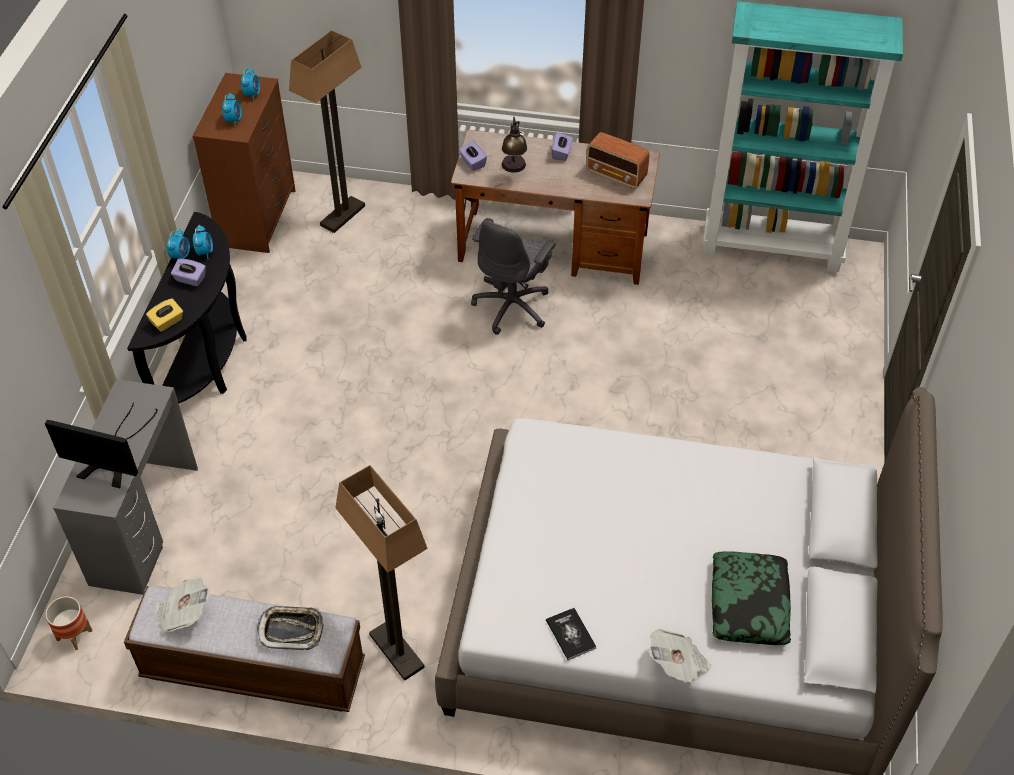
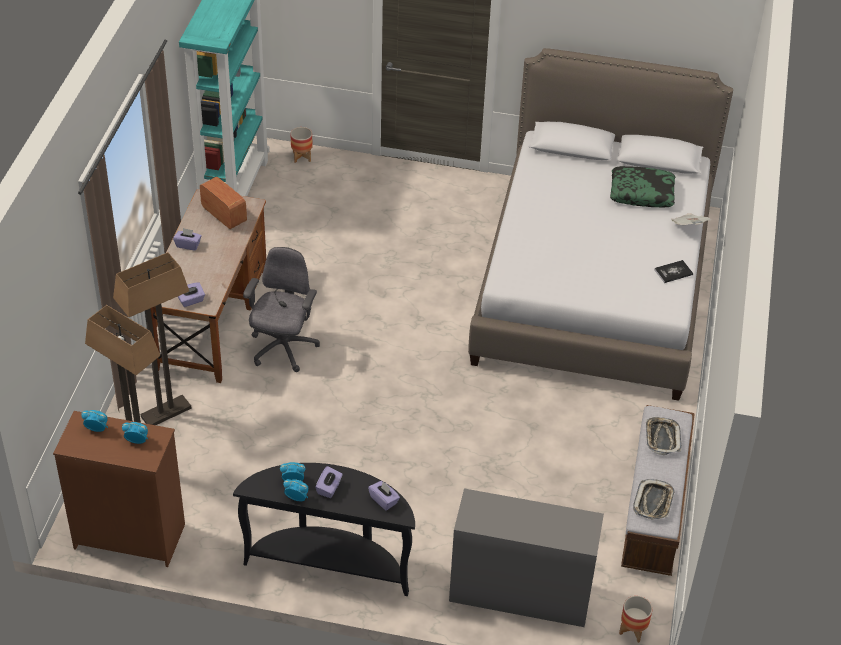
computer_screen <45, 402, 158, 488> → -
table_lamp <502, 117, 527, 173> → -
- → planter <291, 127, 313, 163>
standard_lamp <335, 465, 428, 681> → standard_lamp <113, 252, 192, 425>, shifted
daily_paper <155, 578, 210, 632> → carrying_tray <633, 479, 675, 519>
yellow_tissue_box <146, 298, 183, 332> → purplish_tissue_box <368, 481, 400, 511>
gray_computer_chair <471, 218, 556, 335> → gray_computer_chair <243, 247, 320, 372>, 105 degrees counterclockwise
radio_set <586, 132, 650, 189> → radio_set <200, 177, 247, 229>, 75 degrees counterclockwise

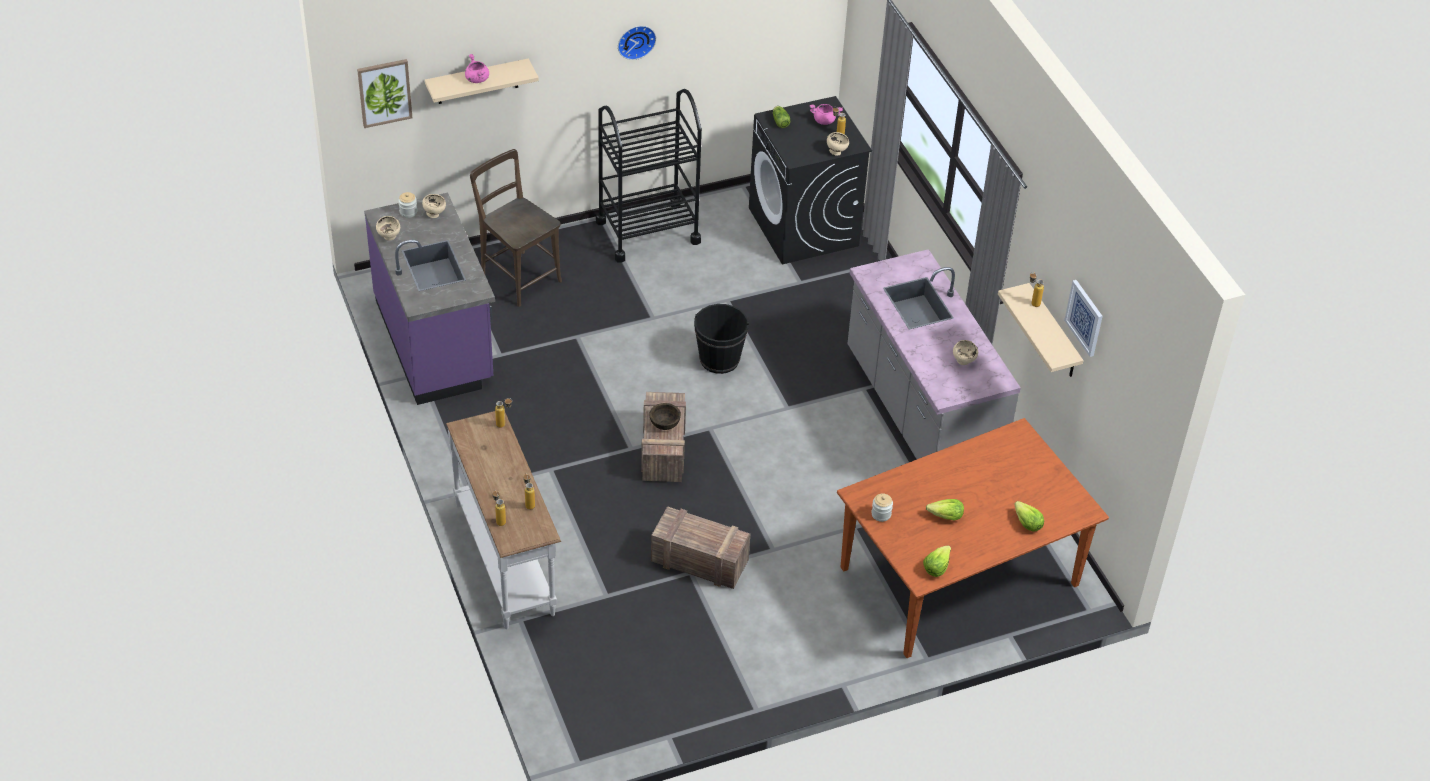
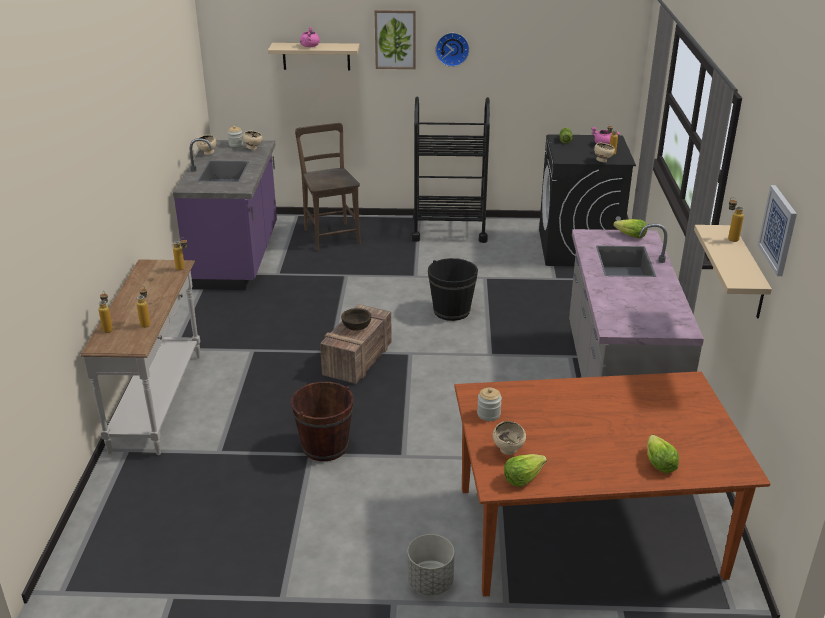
- → gray_planter <407, 534, 454, 595>
wall_picture <357, 59, 412, 128> → wall_picture <375, 10, 416, 69>, shifted
lettuce_head <926, 499, 964, 521> → lettuce_head <613, 219, 648, 238>, shifted
beige_serving_bowl <953, 340, 978, 365> → beige_serving_bowl <493, 421, 526, 455>, shifted
crate <651, 506, 750, 589> → brown_water_bucket <291, 382, 354, 461>

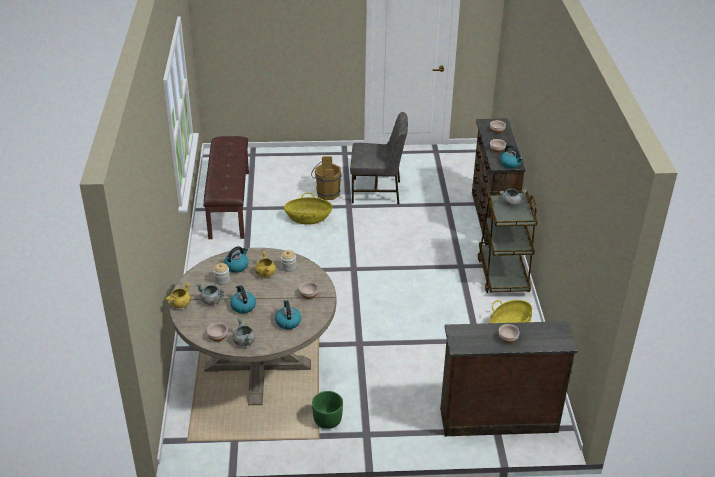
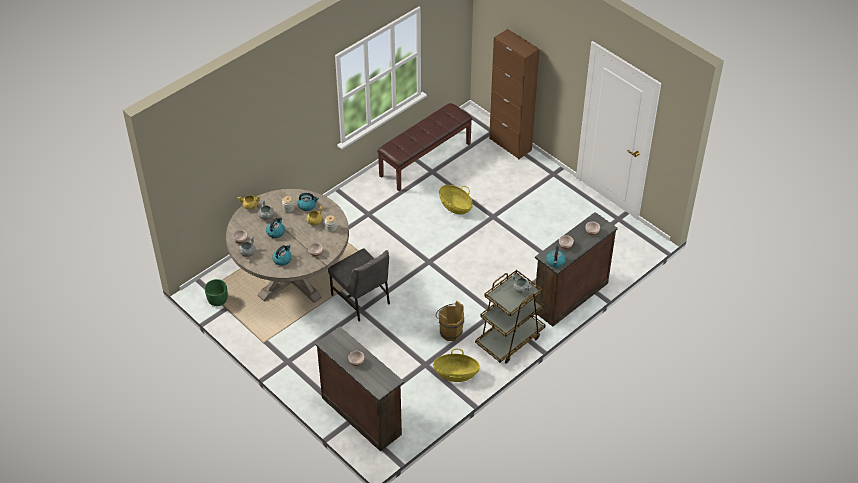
- → brown_storage_cabinet <489, 29, 540, 159>
brown_water_bucket <311, 156, 342, 200> → brown_water_bucket <436, 301, 464, 341>, shifted
green-coloured_planter <312, 391, 343, 429> → green-coloured_planter <205, 279, 228, 306>, shifted
gray_chair <350, 112, 408, 204> → gray_chair <328, 248, 390, 322>, shifted

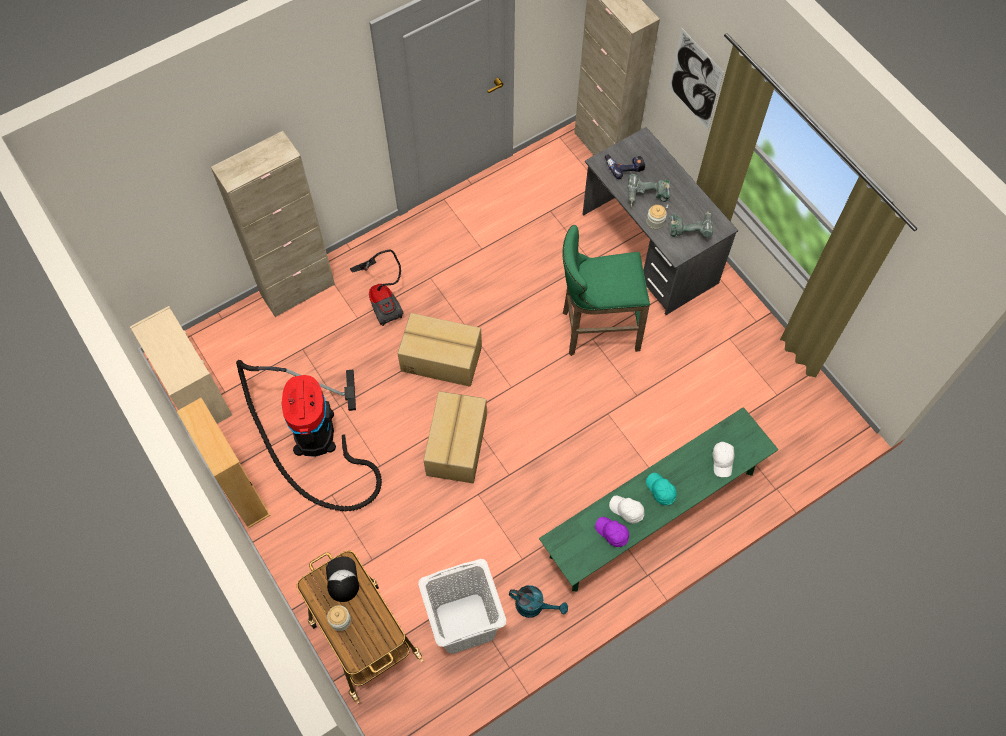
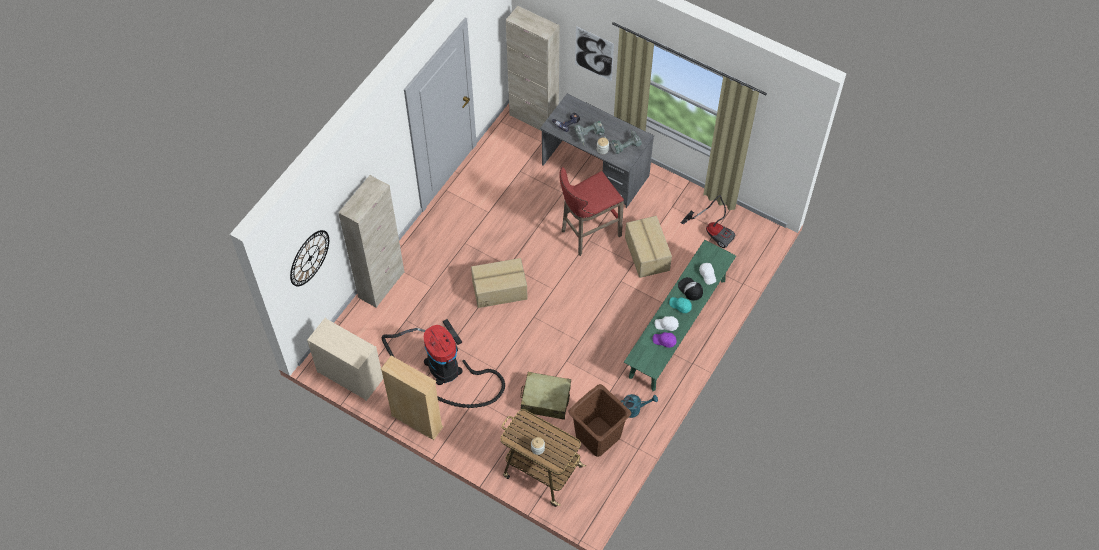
- → clock_on_the_wall <290, 230, 329, 286>
- → beige_piece_of_luggage <521, 372, 571, 420>
peaked_cap <326, 557, 359, 602> → peaked_cap <678, 277, 703, 301>, shifted
vacuum_cleaner <350, 250, 404, 326> → vacuum_cleaner <681, 195, 736, 249>, shifted
cardboard_box <423, 391, 487, 483> → cardboard_box <625, 216, 672, 278>, shifted
white_laundry_basket <418, 559, 506, 654> → brown_laundry_basket <568, 384, 631, 457>
green-coloured_sitting_stool <562, 225, 650, 356> → red_sitting_stool <559, 167, 624, 256>

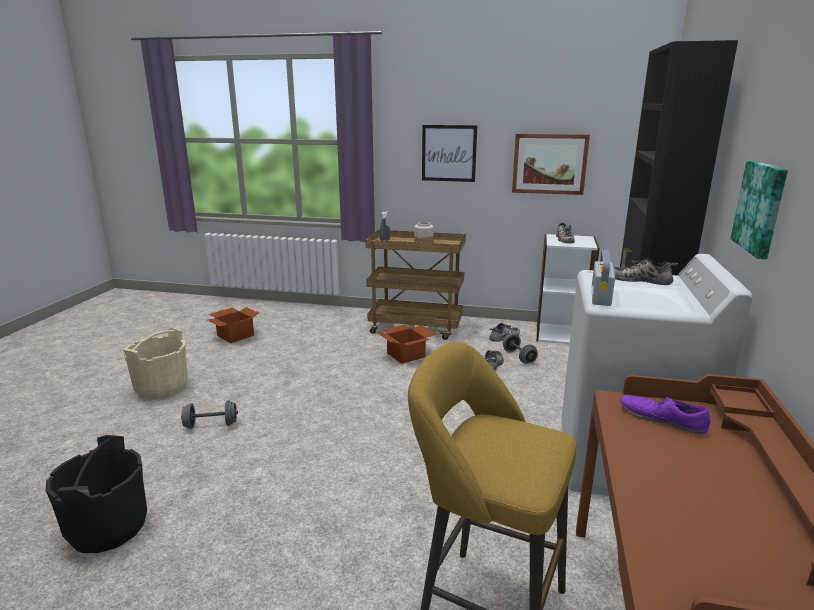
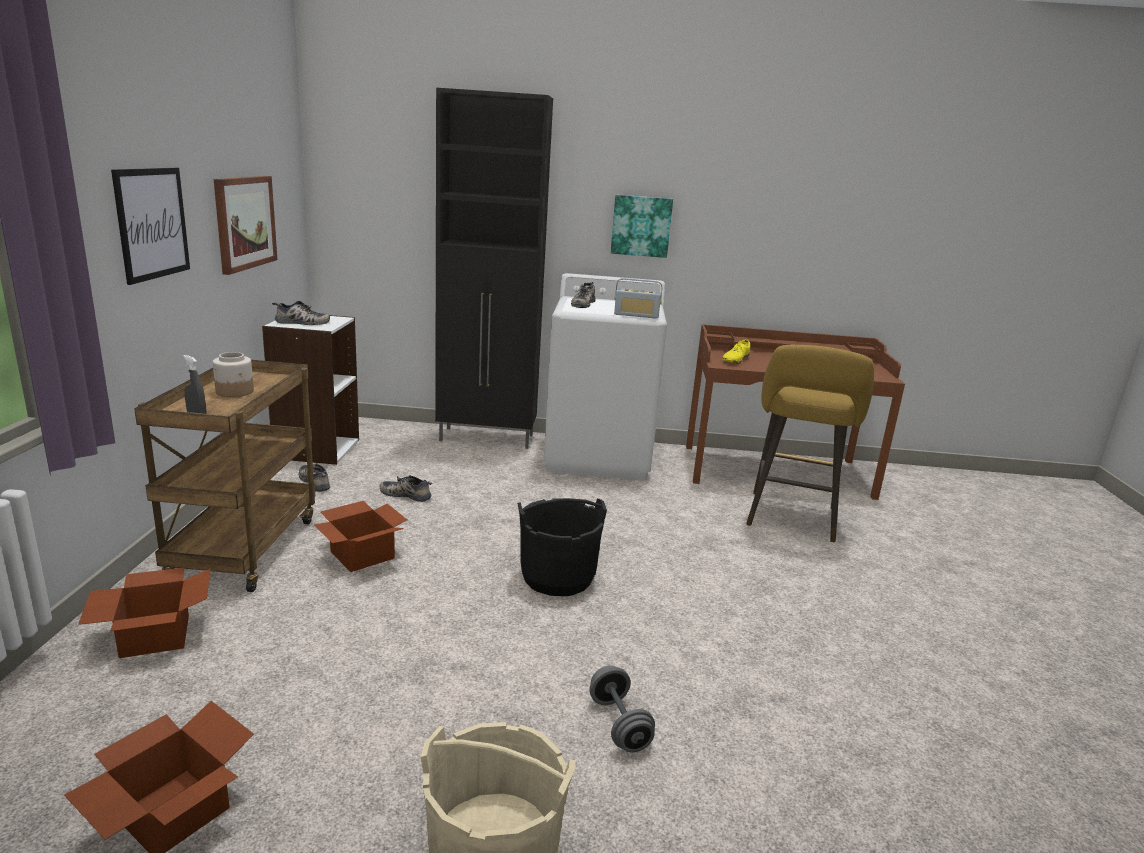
gray_hand_weight <503, 334, 538, 364> → -
- → cardboard_box <78, 567, 211, 658>
blackish_water_bucket <46, 435, 147, 553> → blackish_water_bucket <517, 498, 607, 596>, shifted
purplish_low_shoe <620, 395, 710, 434> → yellow_low_shoe <722, 339, 750, 364>

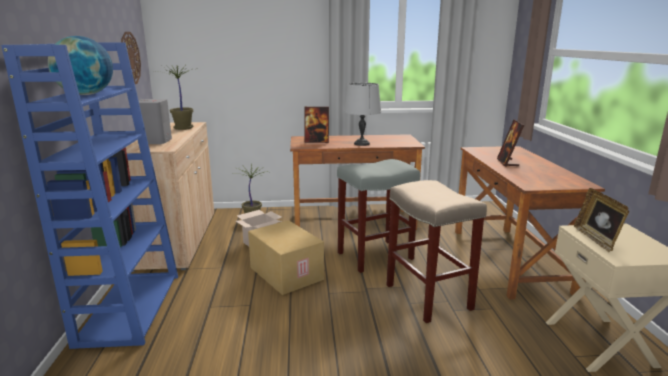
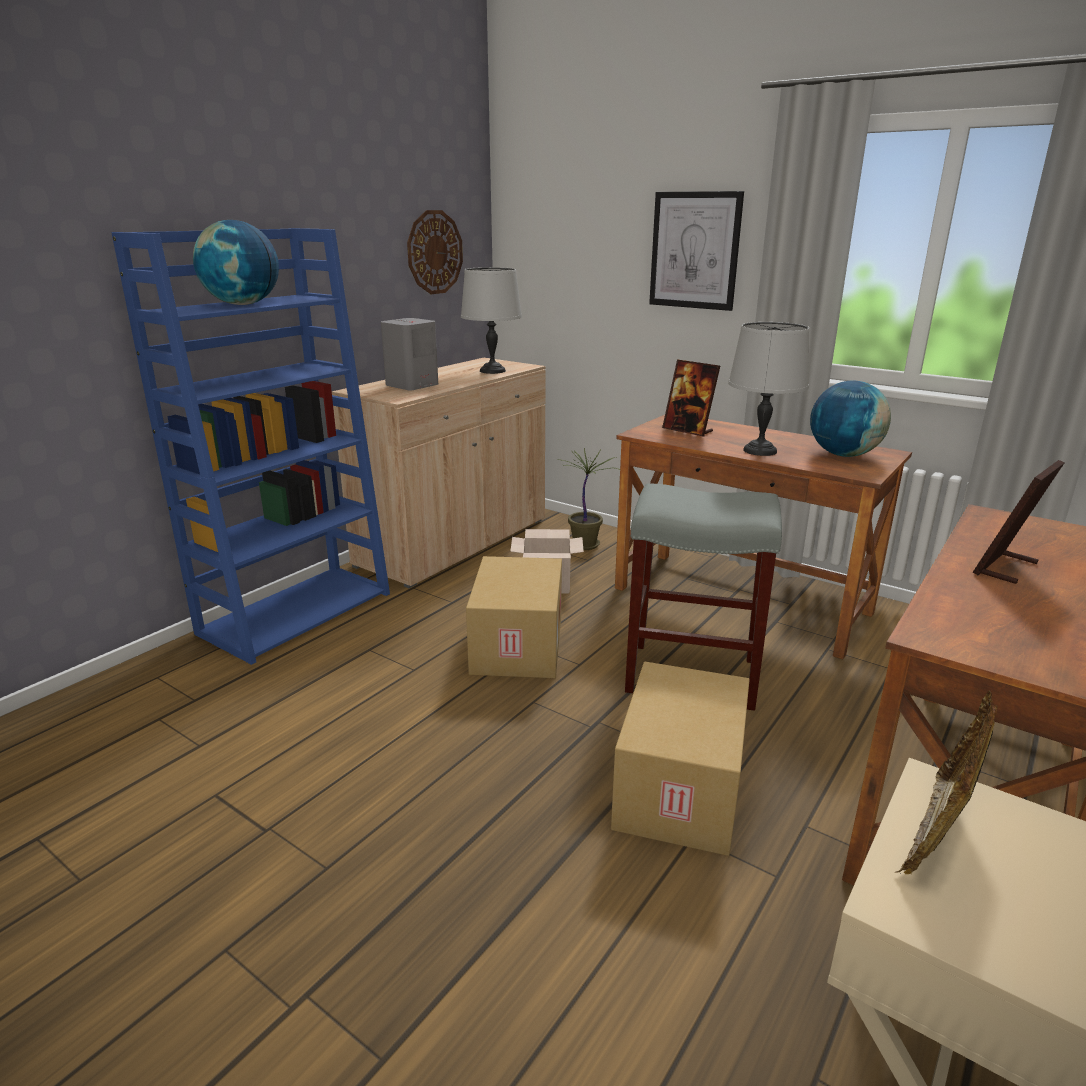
- → wall_picture <649, 191, 744, 311>
- → world_globe <810, 381, 891, 457>
houseplant <152, 65, 194, 130> → gray_table_lamp <461, 267, 522, 374>
beige_sitting_stool <386, 180, 487, 323> → cardboard_box <611, 662, 750, 856>

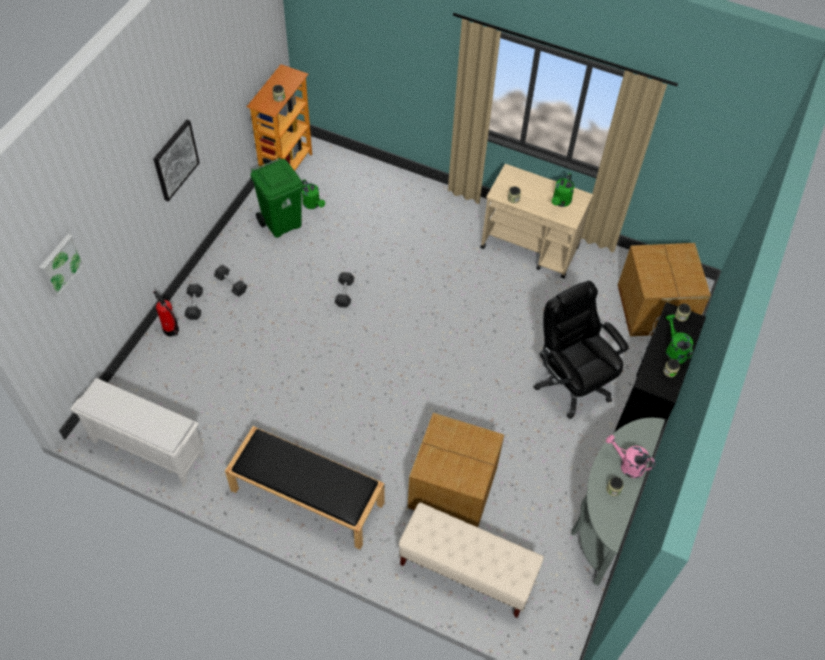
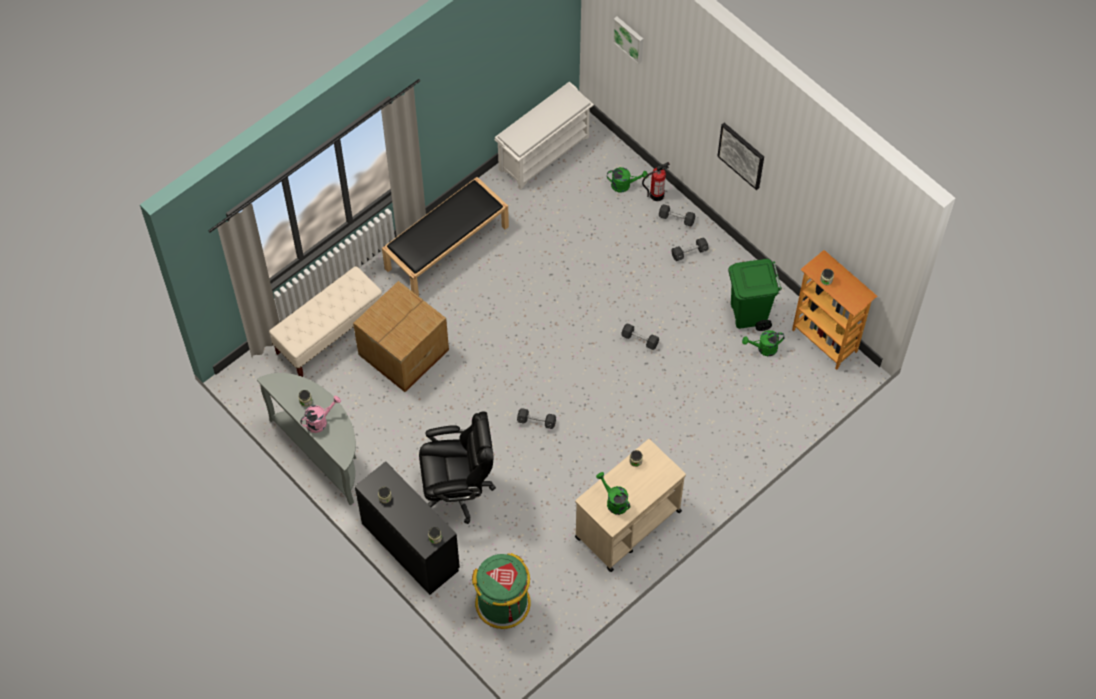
- → blackish_hand_weight <517, 408, 556, 429>
green-coloured_sprinkling_can <666, 315, 693, 364> → green-coloured_sprinkling_can <607, 167, 648, 193>, shifted
cardboard_box <618, 243, 711, 336> → green-coloured_rubbish_bin <472, 553, 531, 629>

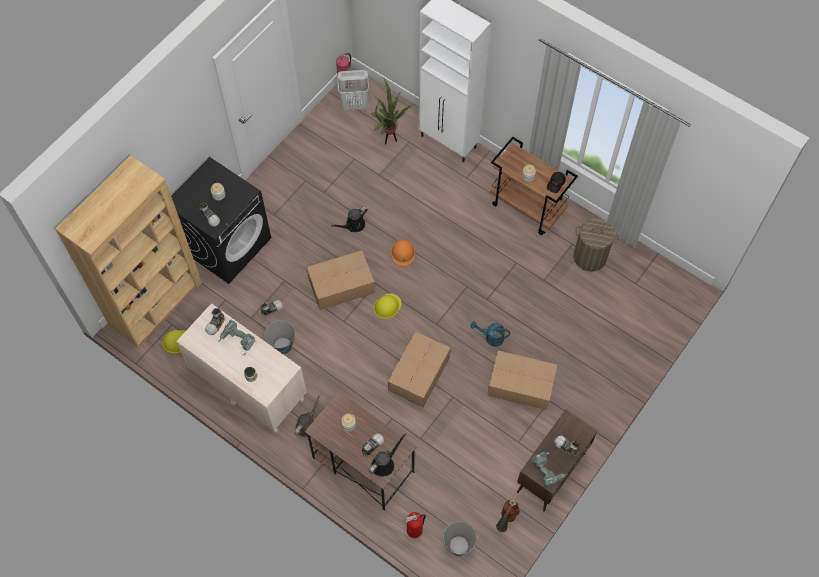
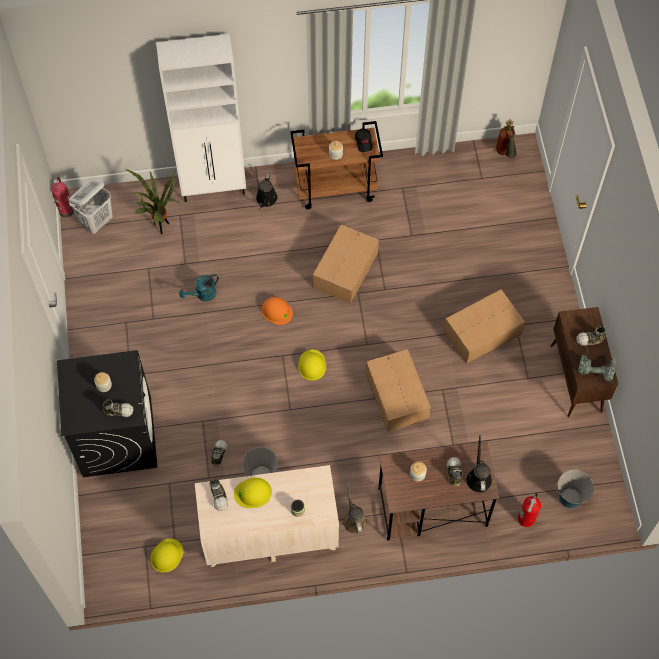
brown_shelving_unit <55, 155, 202, 348> → -
laundry_basket <574, 218, 619, 272> → -
cardboard_box <307, 250, 375, 310> → cardboard_box <313, 224, 379, 304>, shifted
blackish_sprinkling_can <331, 207, 367, 232> → blackish_sprinkling_can <256, 174, 277, 210>, shifted
turquoise_sprinkling_can <471, 321, 510, 347> → turquoise_sprinkling_can <179, 274, 219, 301>, shifted
extinguisher <496, 499, 520, 532> → extinguisher <496, 120, 517, 158>, shifted
power_drill <218, 320, 255, 356> → yellow_safety_helmet <234, 477, 272, 508>

